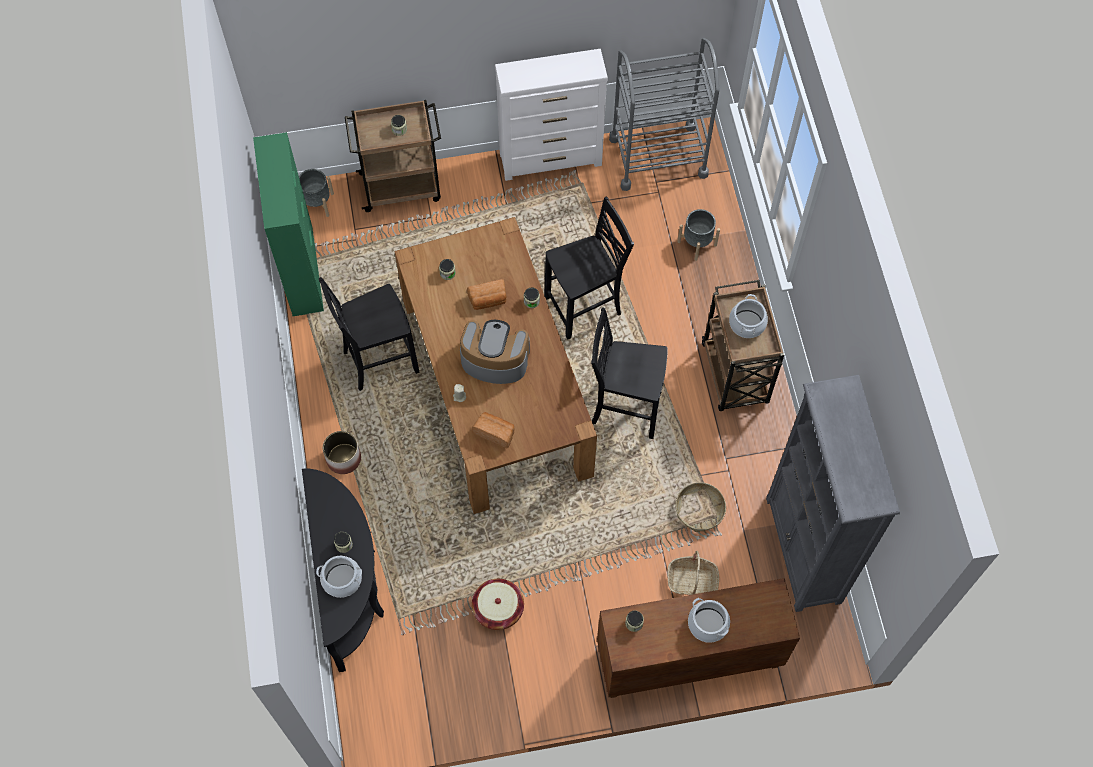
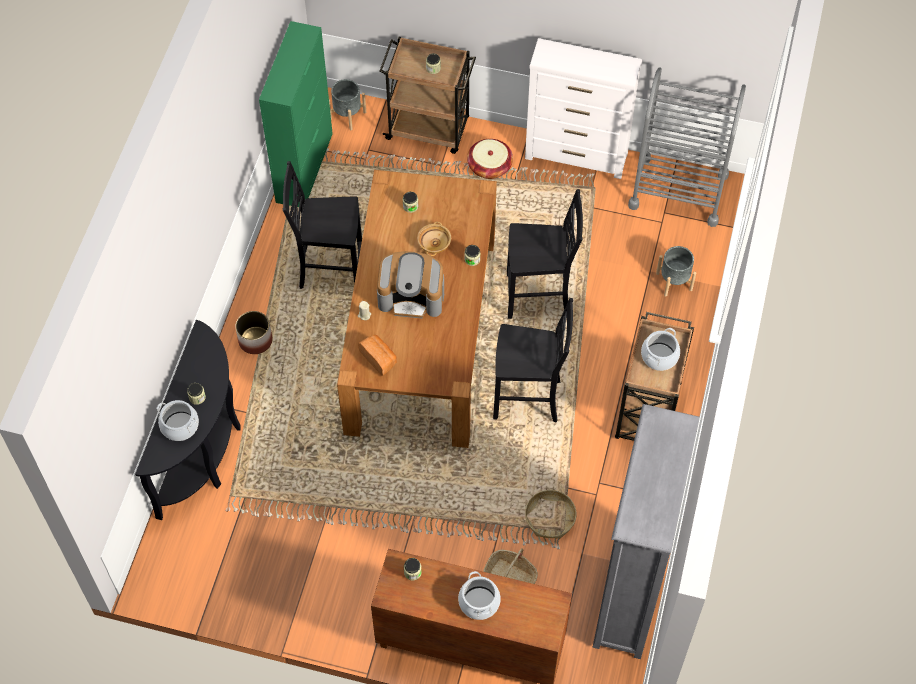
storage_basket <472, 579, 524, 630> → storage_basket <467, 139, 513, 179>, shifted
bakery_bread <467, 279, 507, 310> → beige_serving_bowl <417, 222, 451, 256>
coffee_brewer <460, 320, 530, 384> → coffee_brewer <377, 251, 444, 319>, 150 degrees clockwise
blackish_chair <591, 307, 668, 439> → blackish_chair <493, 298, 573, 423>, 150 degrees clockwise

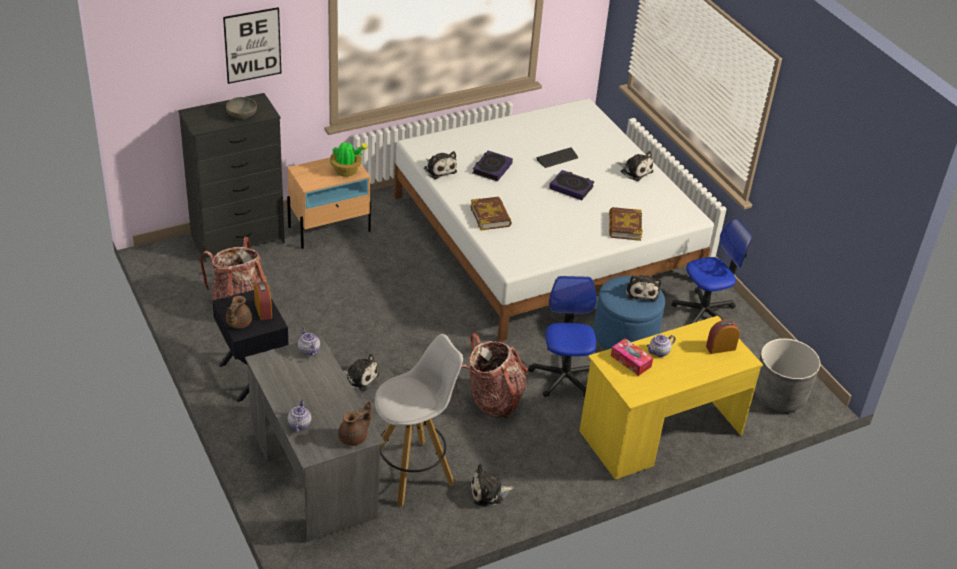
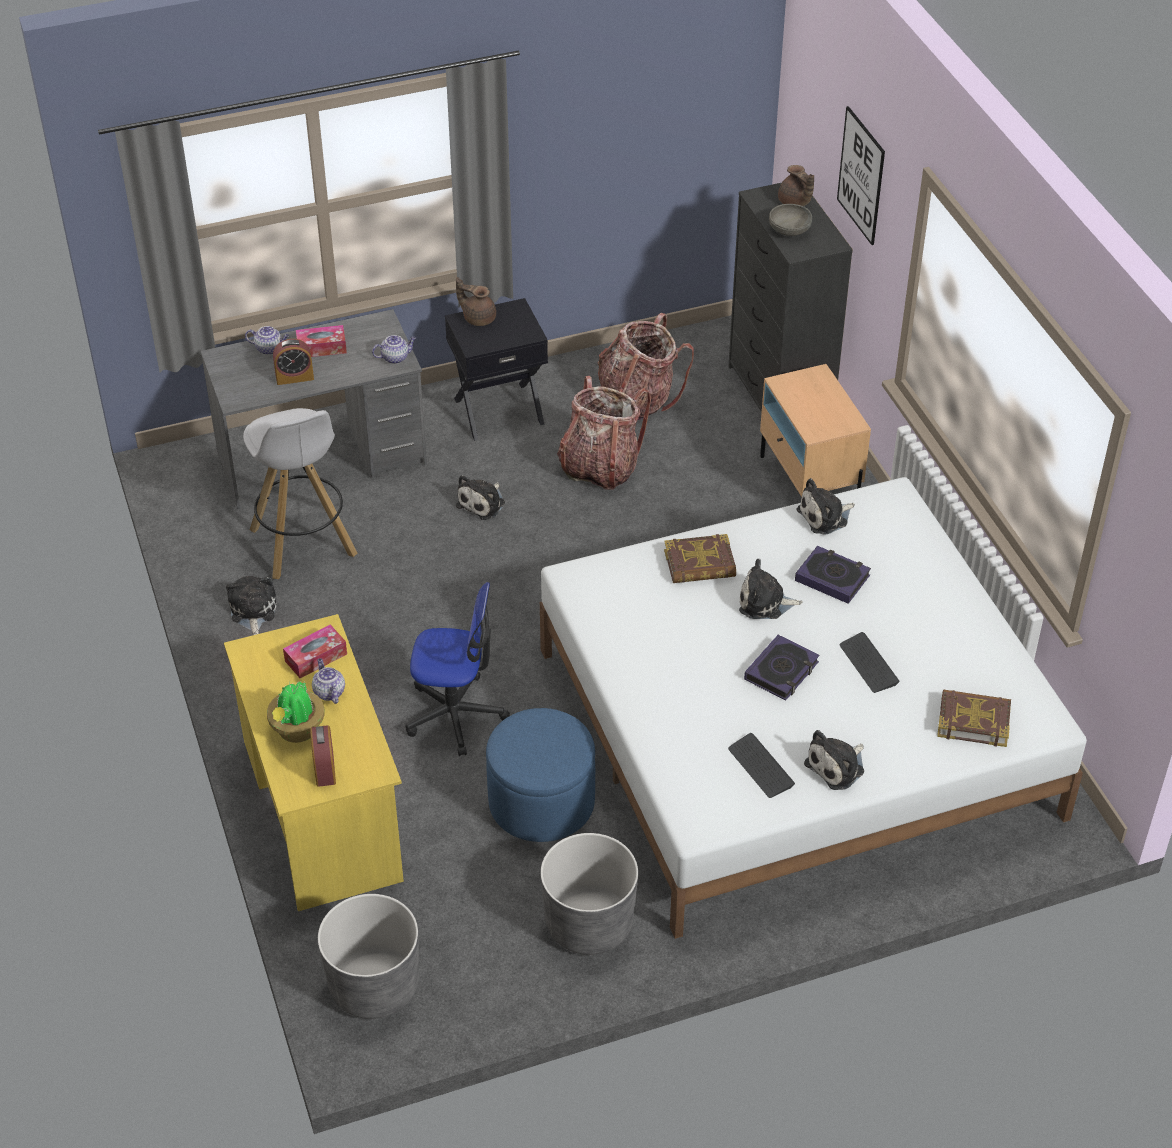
- → tissue_box <296, 325, 347, 357>
- → PC_keyboard <728, 733, 795, 798>
alarm_clock <254, 282, 272, 321> → alarm_clock <273, 339, 314, 385>, shifted
houseplant <330, 142, 368, 177> → houseplant <267, 682, 325, 743>, shifted
brown_teapot <338, 401, 371, 446> → brown_teapot <778, 165, 814, 206>, shifted
backpack <455, 333, 528, 418> → backpack <557, 376, 651, 490>, shifted
bound_book <609, 207, 643, 241> → bound_book <937, 689, 1011, 747>, shifted
plush_toy <626, 275, 661, 301> → plush_toy <739, 559, 803, 619>, shifted
computer_chair <671, 218, 752, 324> → gray_planter <540, 833, 638, 955>

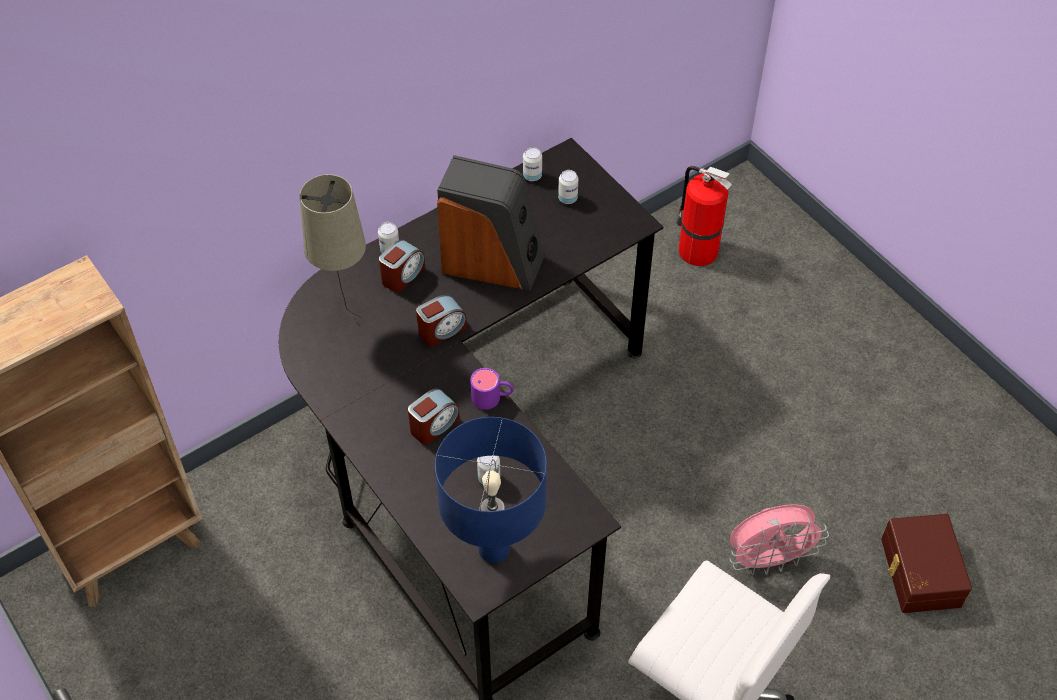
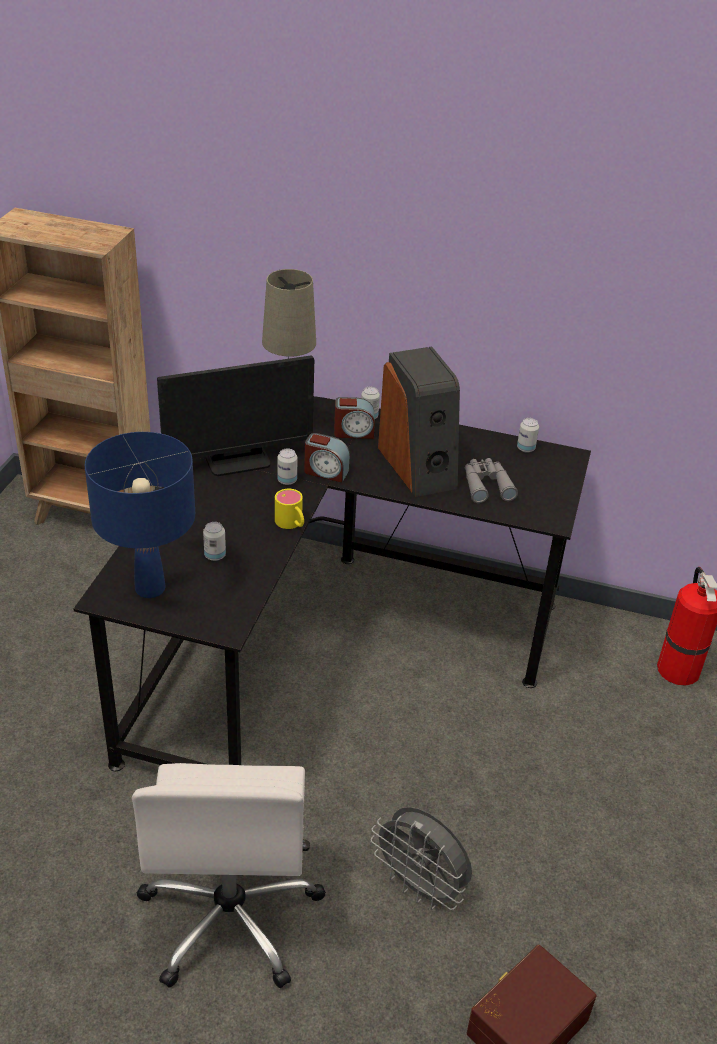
alarm_clock <408, 388, 460, 445> → -
- → computer_screen <157, 356, 314, 476>
- → gray_field_glasses <465, 458, 518, 503>
metal_can <558, 170, 578, 204> → metal_can <278, 449, 298, 485>, shifted
purplish_mug <470, 368, 514, 410> → yellow_mug <275, 489, 304, 529>
pink_electric_fan <729, 504, 829, 575> → gray_electric_fan <371, 807, 472, 910>

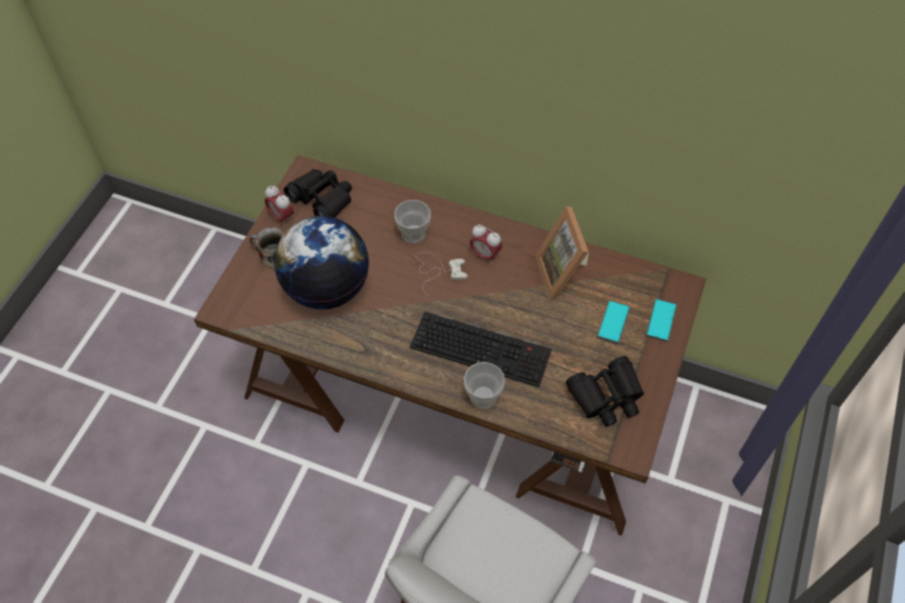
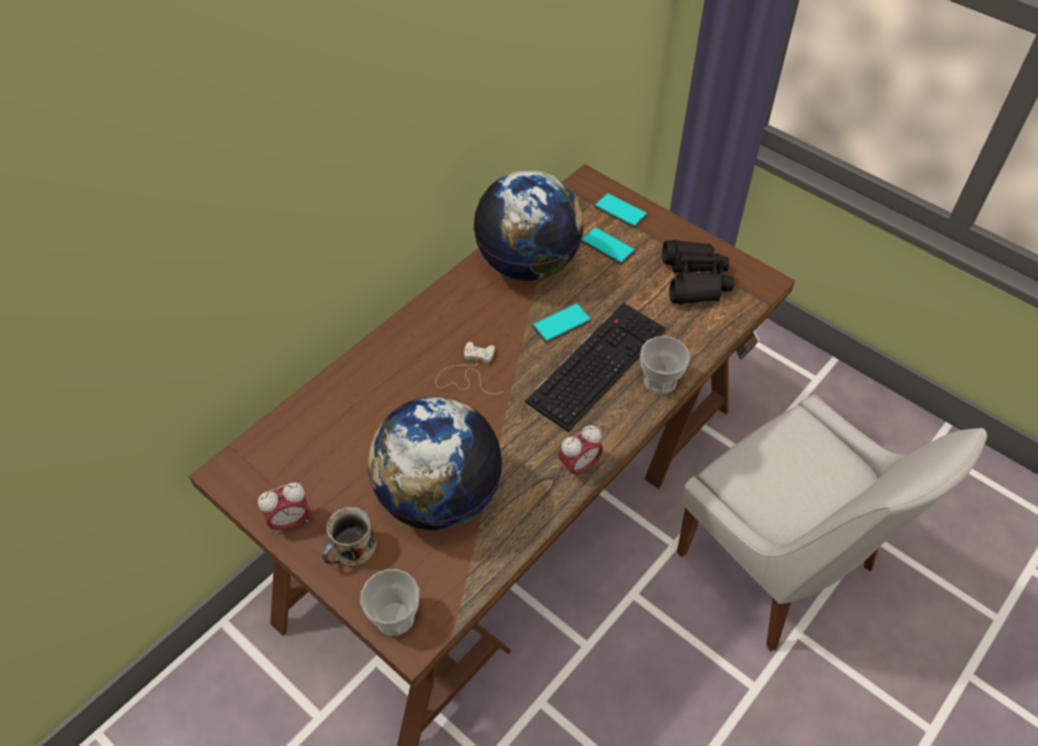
blackish_field_glasses <284, 169, 352, 217> → -
- → phone <532, 303, 592, 343>
cup <394, 200, 431, 243> → cup <360, 569, 419, 636>, shifted
alarm_clock <470, 225, 502, 264> → alarm_clock <558, 425, 604, 479>, shifted
picture_frame <535, 207, 589, 300> → world_globe <473, 170, 584, 281>

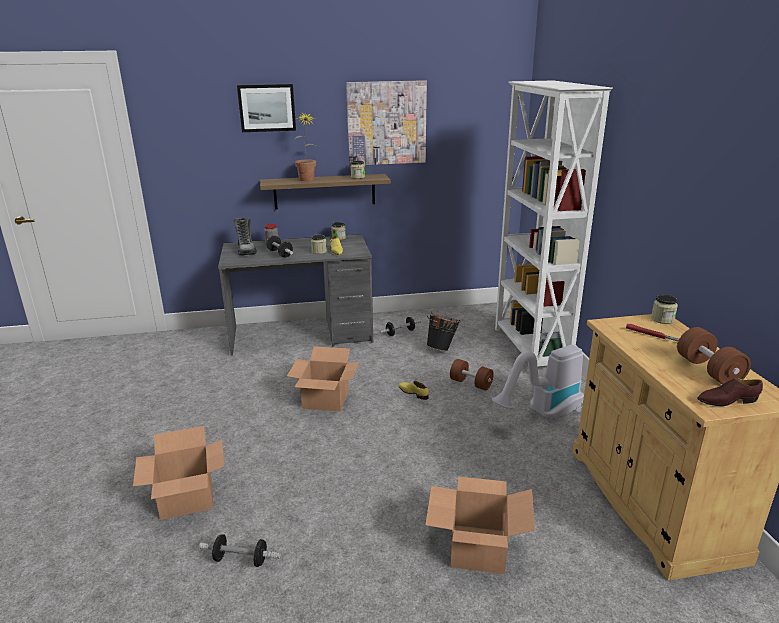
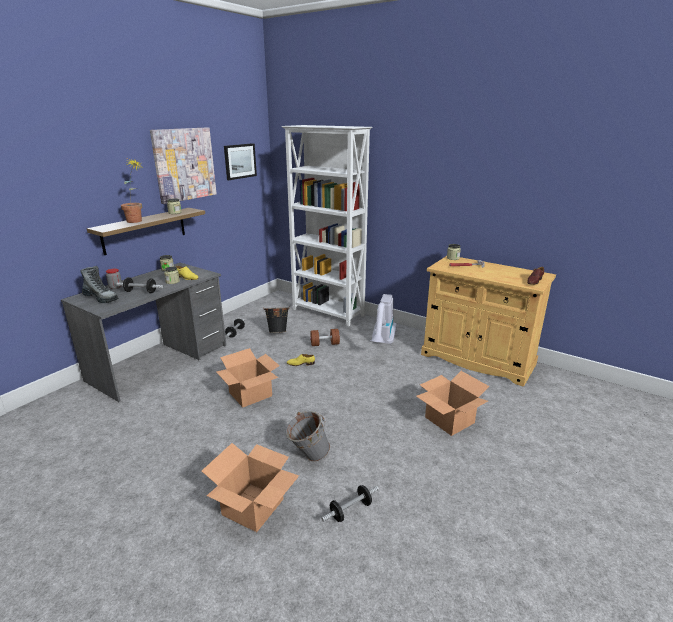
brown_hand_weight <677, 327, 751, 385> → -
- → gray_water_bucket <286, 411, 330, 462>
wall_picture <237, 84, 296, 132> → wall_picture <224, 143, 257, 180>, shifted

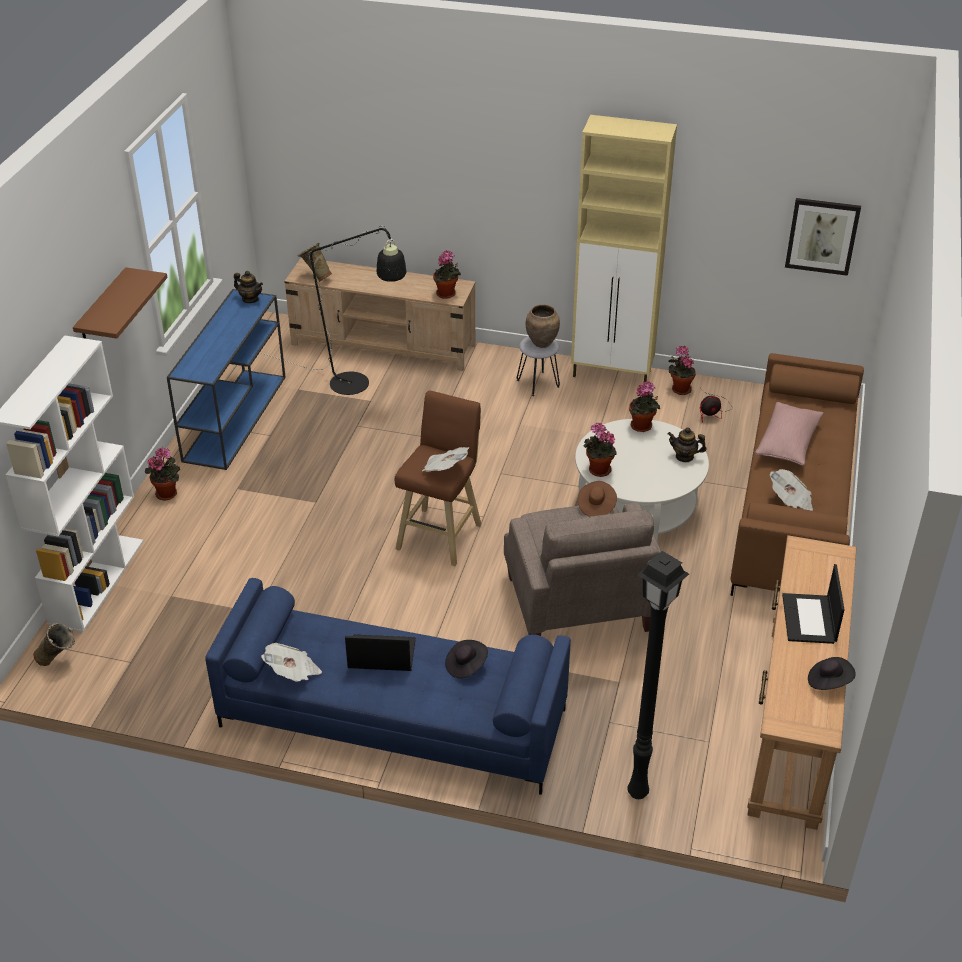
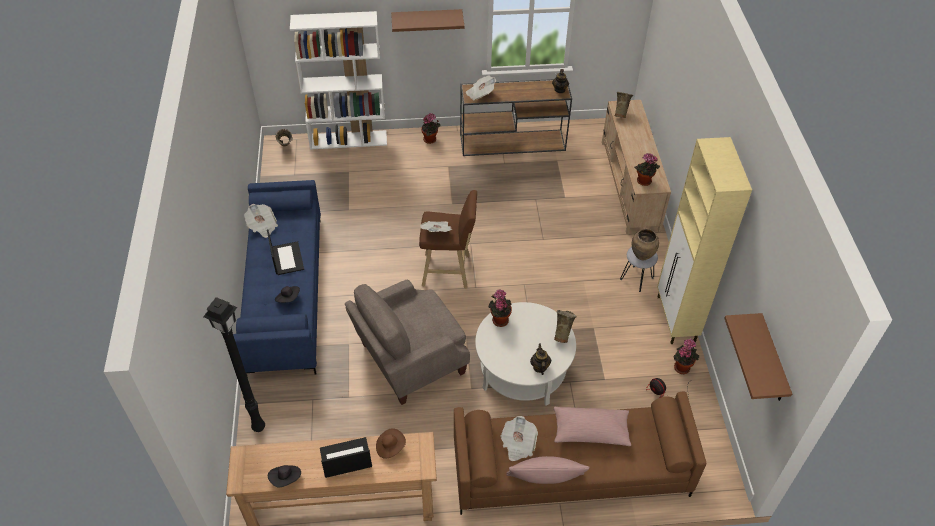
blackish_standard_lamp <262, 226, 406, 395> → -
- → daily_paper <466, 75, 496, 101>
- → pink_throw_pillow <506, 456, 590, 484>
brown_hat <578, 481, 617, 517> → brown_hat <376, 428, 406, 459>, shifted
houseplant <629, 381, 660, 432> → beige_vase <554, 310, 577, 343>
wall_picture <785, 198, 861, 276> → brown_shelf <724, 313, 792, 401>
blue-coloured_hall_table <167, 289, 286, 470> → brown_hall_table <460, 79, 572, 156>

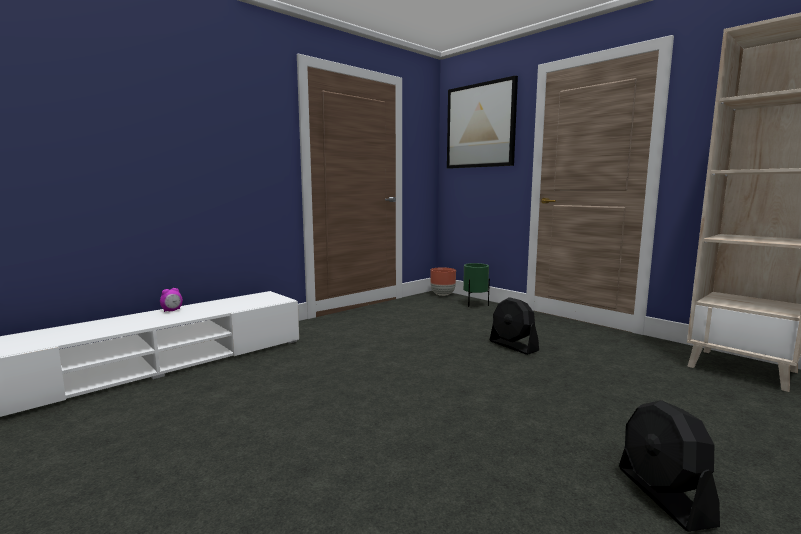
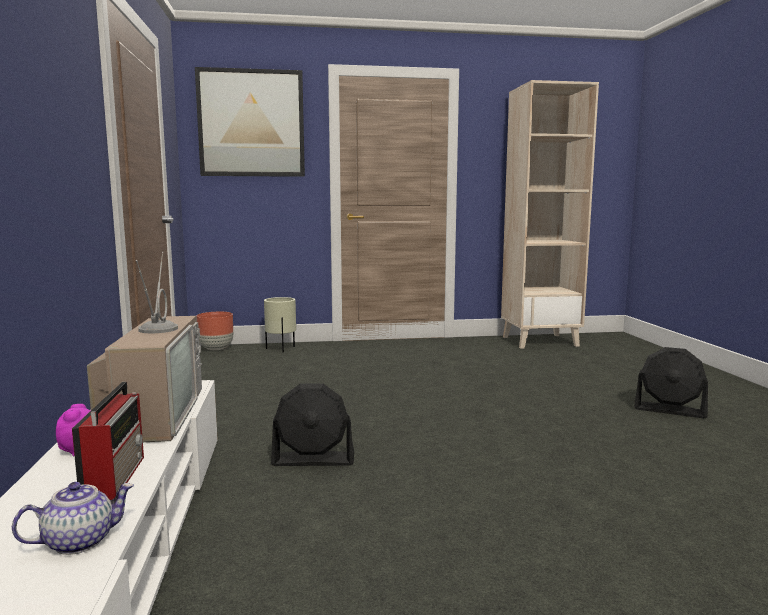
- → teapot <12, 482, 134, 555>
- → radio_set <72, 382, 144, 500>
- → TV_set <87, 252, 202, 442>
blackish_electric_fan <490, 297, 539, 355> → blackish_electric_fan <271, 383, 354, 466>, shifted
green-coloured_planter <463, 263, 490, 307> → beige_planter <264, 297, 296, 352>

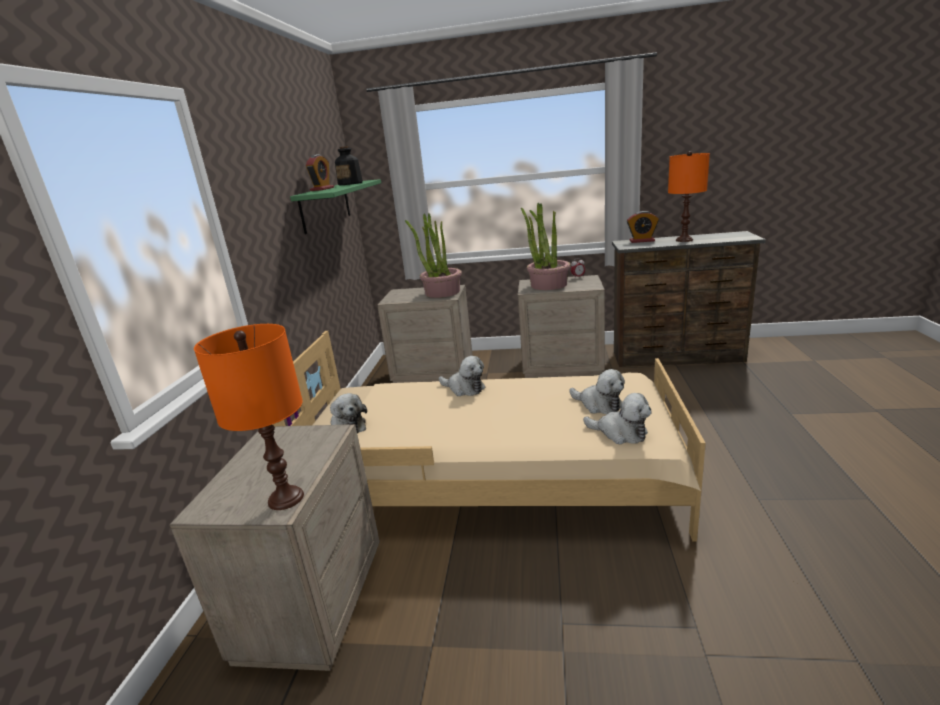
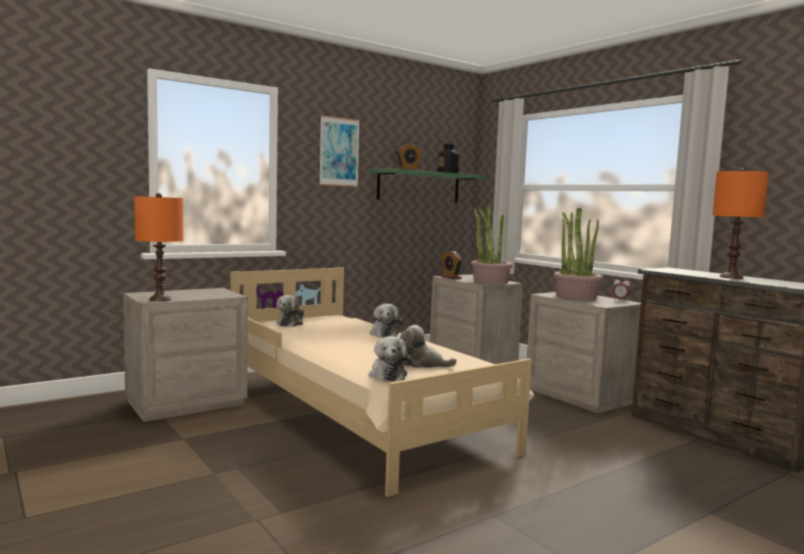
- → wall_picture <319, 115, 360, 187>
alarm_clock <627, 211, 659, 243> → alarm_clock <440, 251, 463, 279>, shifted
plush_toy <569, 369, 625, 414> → plush_toy <400, 325, 457, 368>, 105 degrees clockwise

